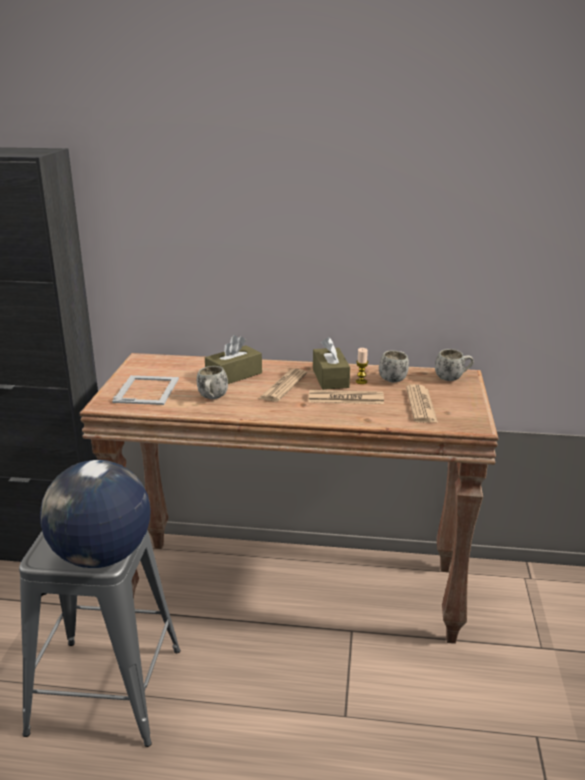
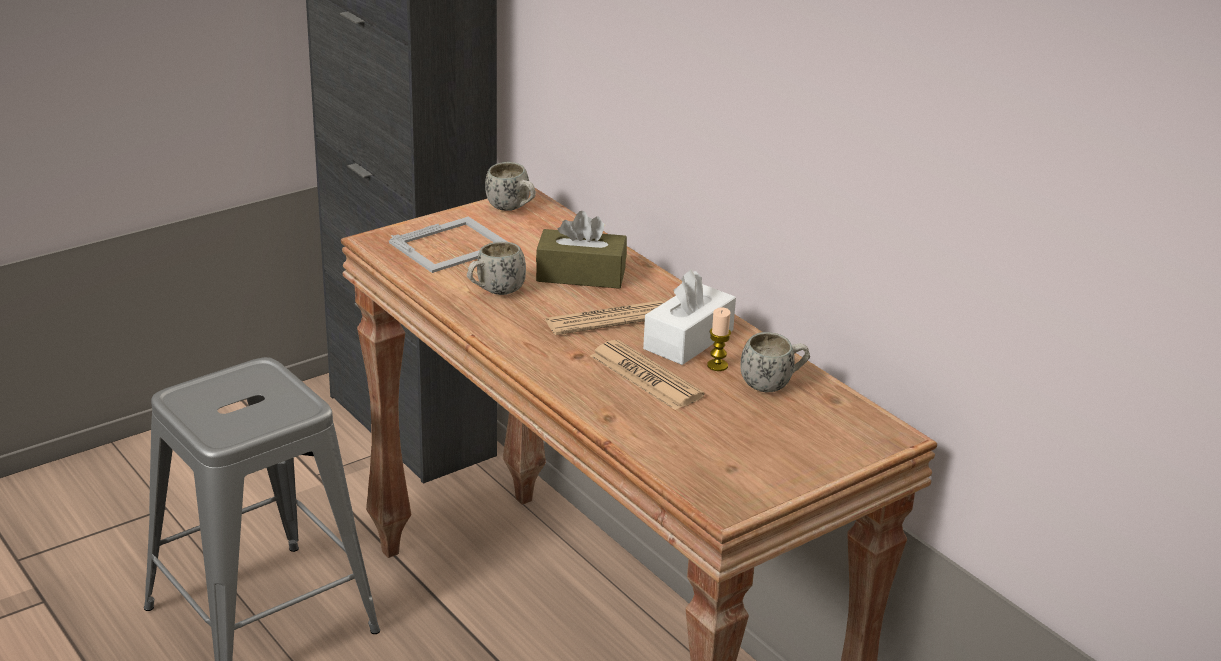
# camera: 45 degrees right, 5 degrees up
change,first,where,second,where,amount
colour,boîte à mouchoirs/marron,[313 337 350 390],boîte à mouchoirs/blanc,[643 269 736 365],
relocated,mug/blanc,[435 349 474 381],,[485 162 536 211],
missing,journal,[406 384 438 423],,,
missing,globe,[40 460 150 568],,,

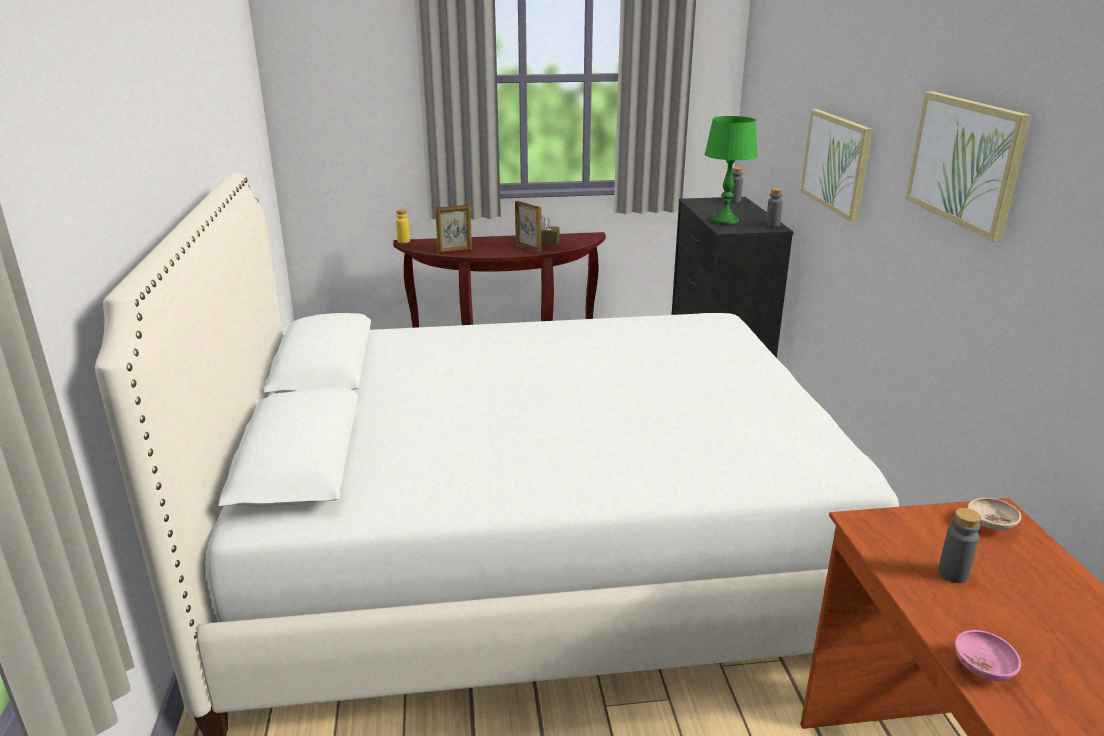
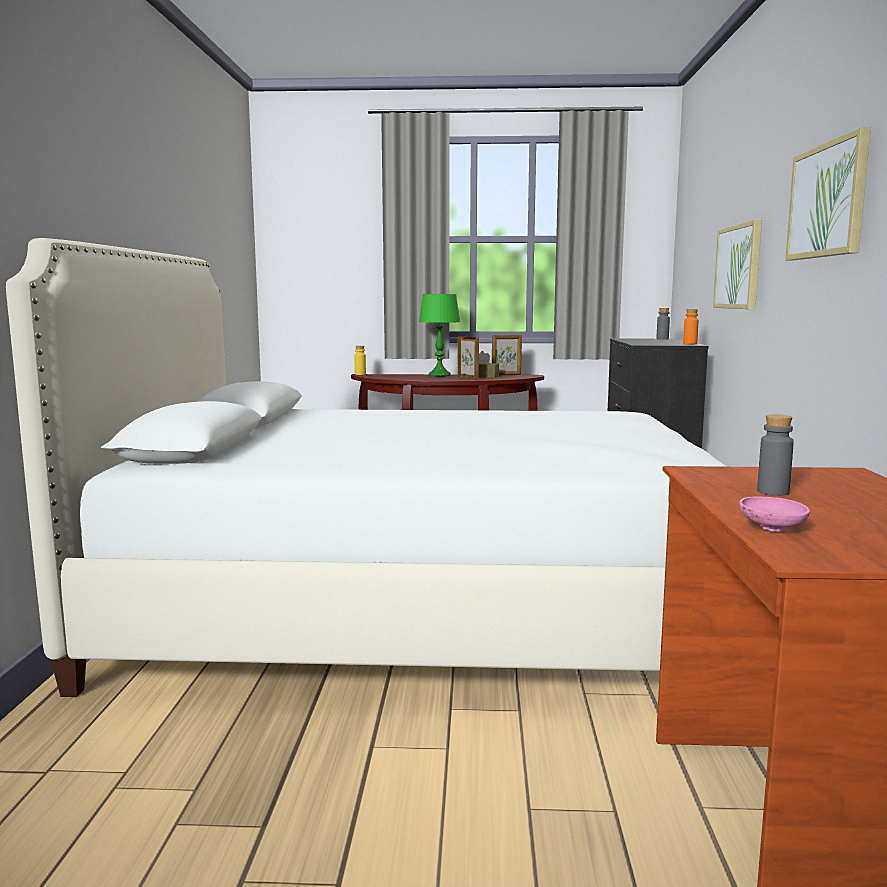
# camera: 10 degrees right, 15 degrees down
change,first,where,second,where,amount
relocated,lampe de table/vert,[705 116 758 225],,[419 294 460 377],
colour,bouteille/gris,[766 188 783 227],bouteille/orange,[683 309 699 344],
relocated,cadre photo,[435 205 472 254],,[492 335 522 375],
missing,bol/beige,[968 498 1021 530],,,

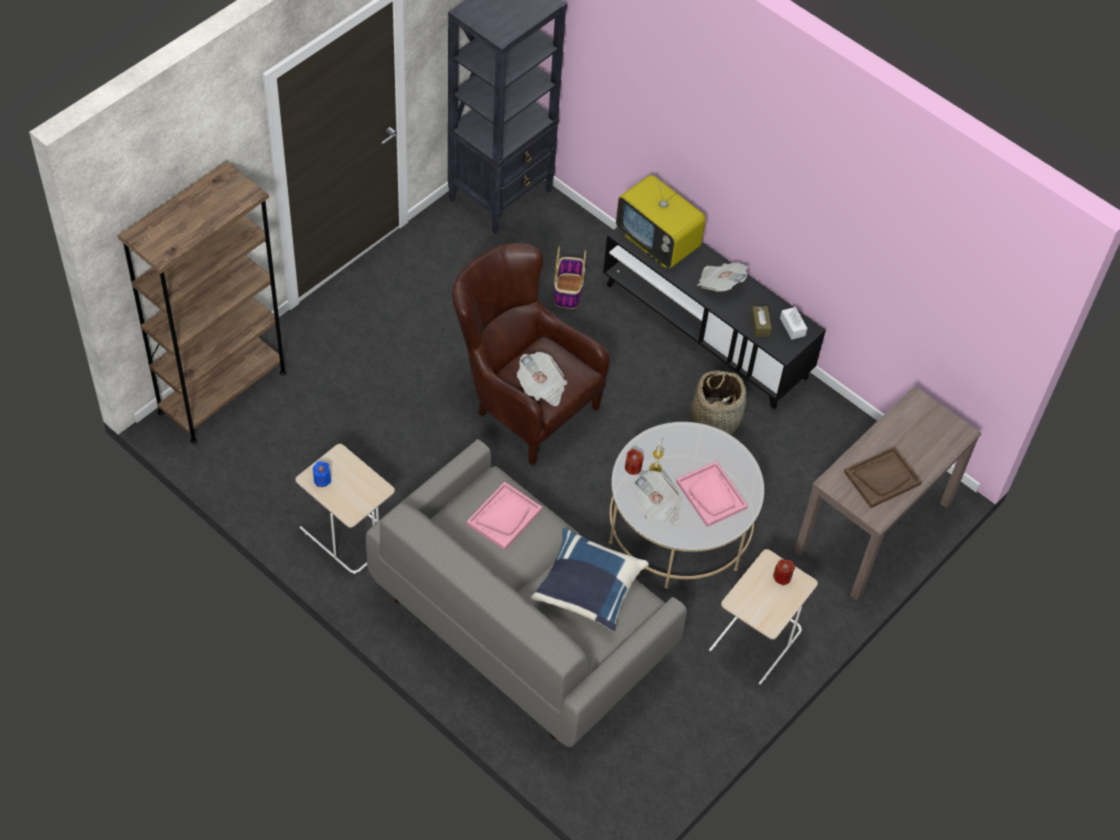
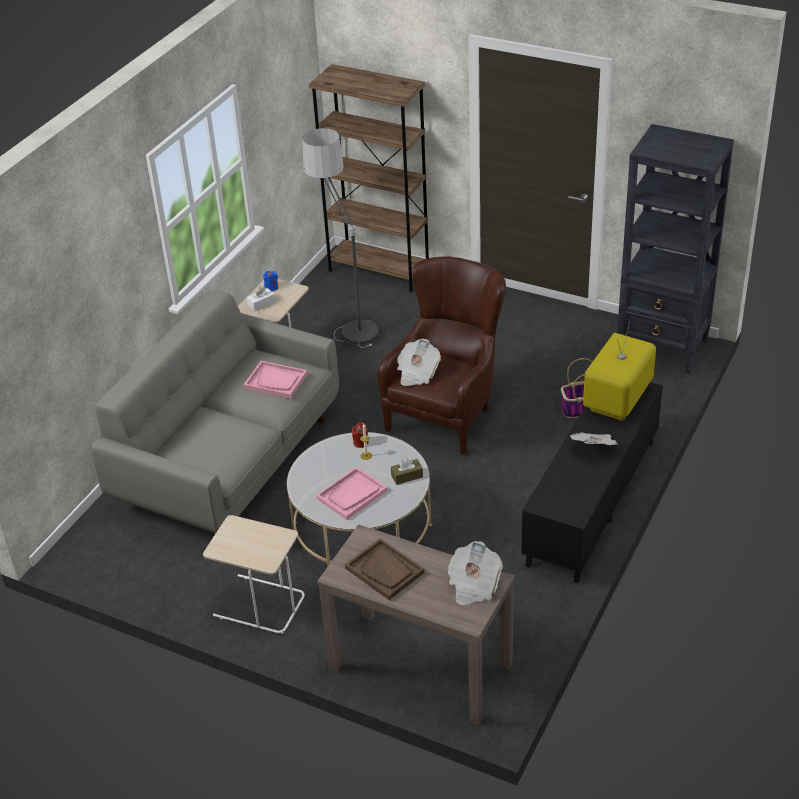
# camera: 80 degrees right, 15 degrees down
change,first,where,second,where,amount
relocated,boîte à mouchoirs/marron,[751 306 772 337],,[391 457 423 485],
relocated,boîte à mouchoirs/blanc,[780 307 807 340],,[247 287 275 312],
missing,panier,[691 370 747 435],,,
relocated,journal,[633 471 683 526],,[447 541 503 605],
missing,coussin/bleu,[531 528 649 631],,,
missing,bougie/rouge,[773 559 795 585],,,
appeared,,,lampadaire,[302 128 379 348],

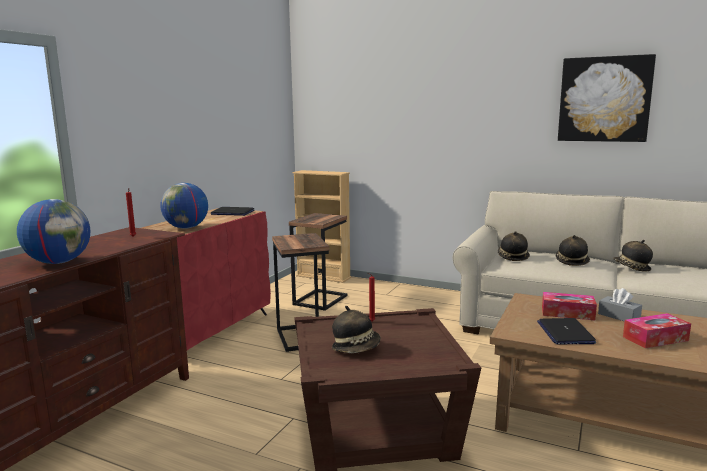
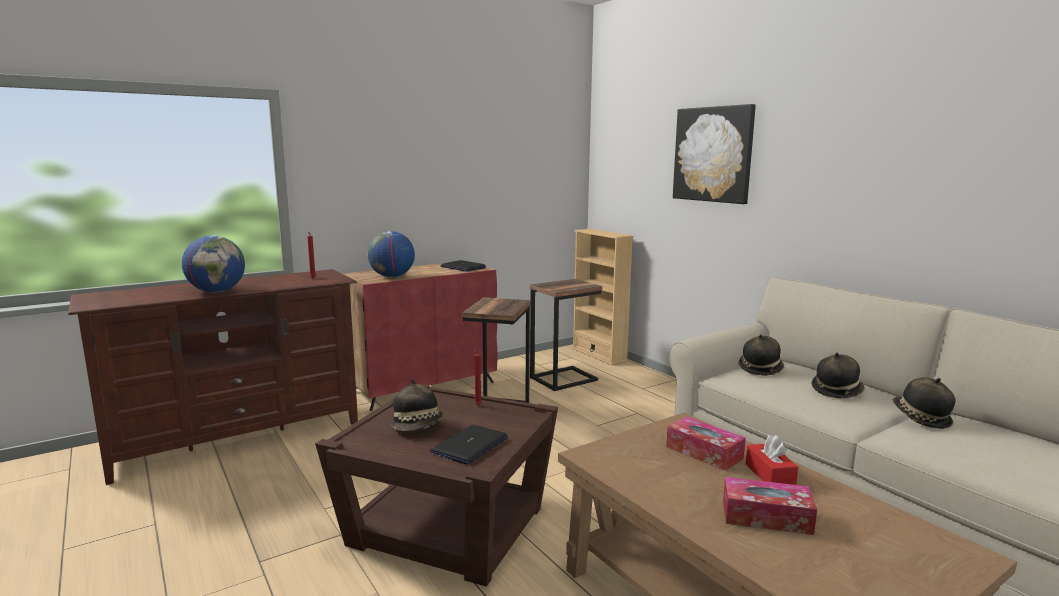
# camera: 30 degrees right, 0 degrees up
change,first,where,second,where,amount
relocated,tableau,[558 54 656 142],,[673 104 756 204],
colour,boîte à mouchoirs/gris,[598 288 642 322],boîte à mouchoirs/rouge,[746 435 798 485],
relocated,ordinateur portable,[537 318 596 344],,[430 425 508 464],

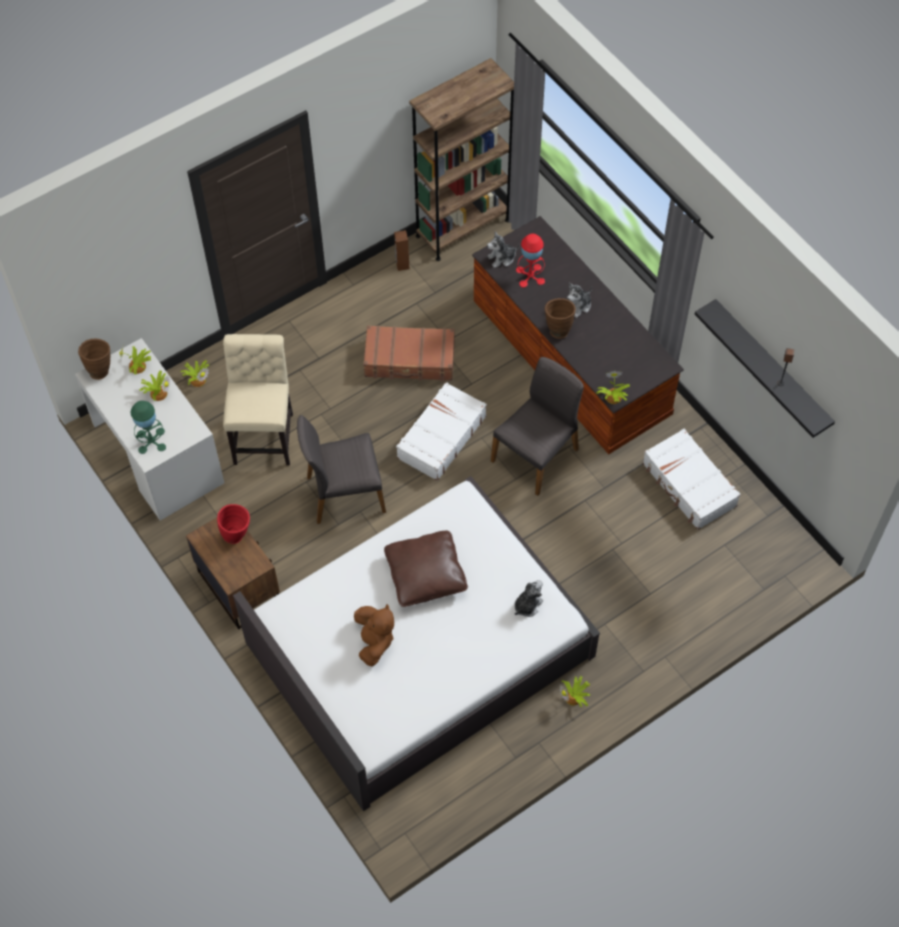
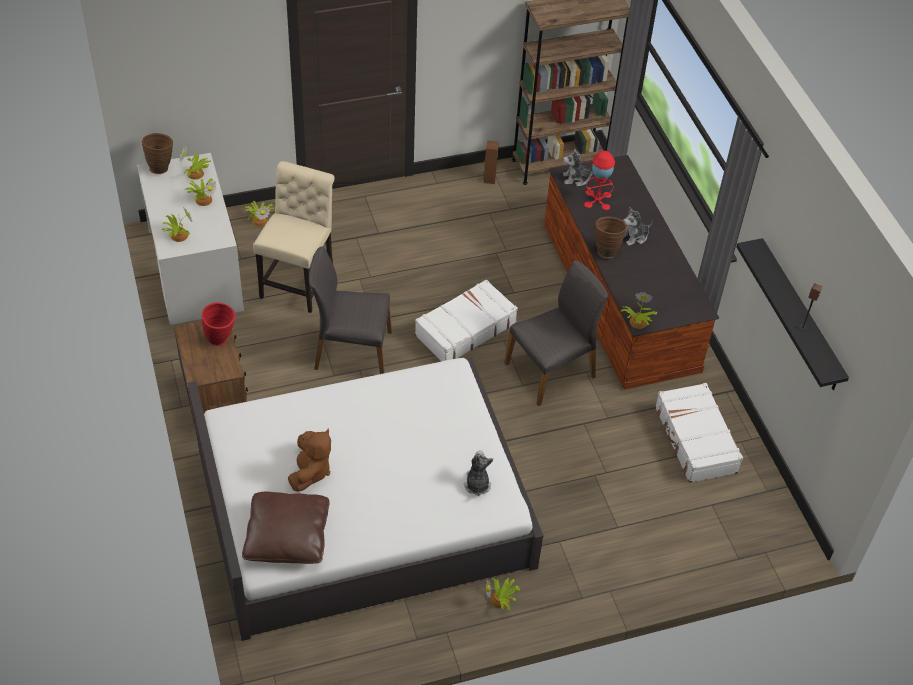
# camera: 15 degrees right, 10 degrees down
change,first,where,second,where,amount
missing,valise/marron,[363 325 455 381],,,
exchanged,lampe de table/vert,[131 401 166 454],plante en pot,[162 208 192 242],
relocated,coussin/marron,[384 531 468 607],,[242 492 330 564],
spun,peluche,[514 580 543 617],,[464 450 493 496],60 degrees counterclockwise

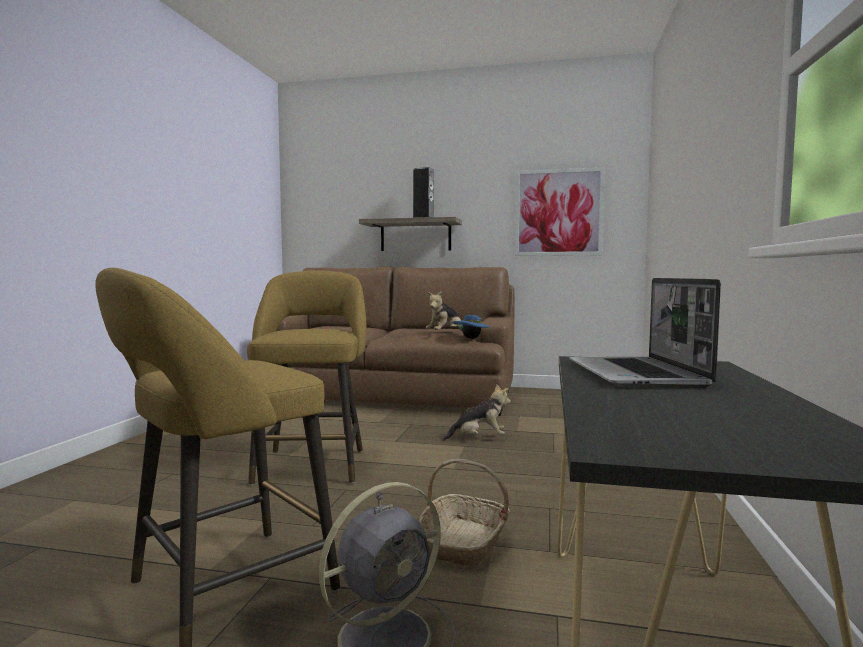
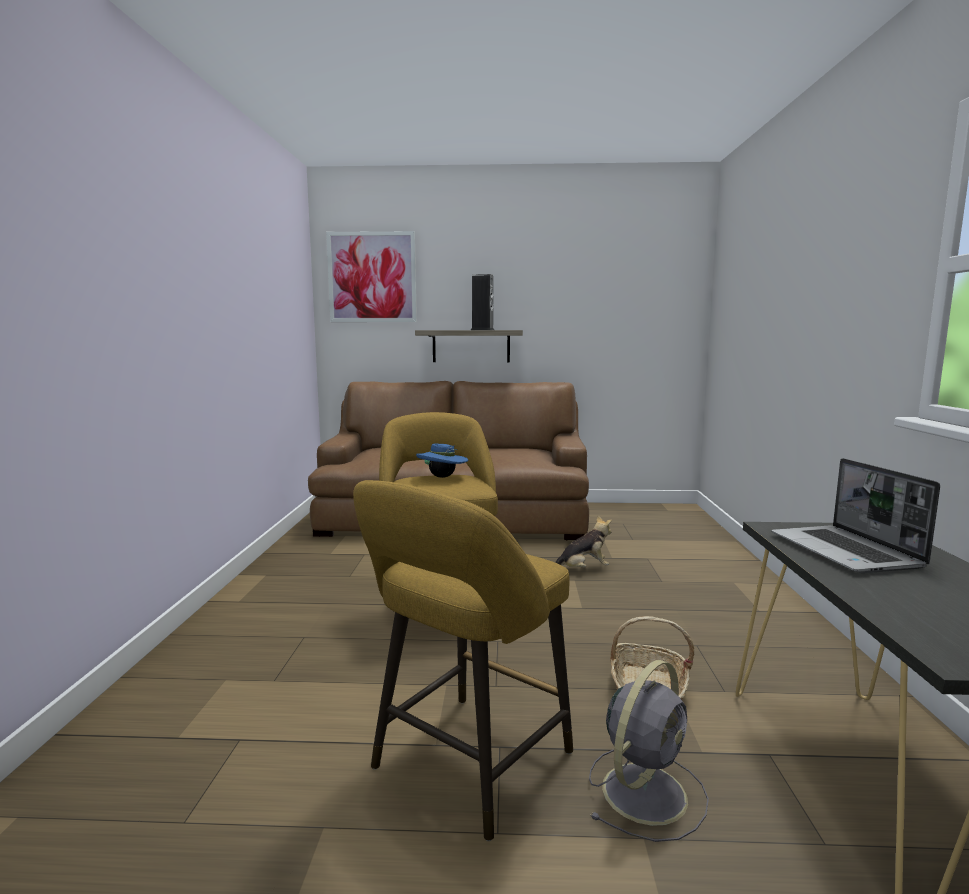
# camera: 10 degrees left, 5 degrees up
change,first,where,second,where,amount
relocated,tableau,[515 167 605 256],,[326 231 417 322],
missing,peluche,[426 291 462 331],,,
relocated,chapeau/bleu,[454 315 490 339],,[416 444 468 478],

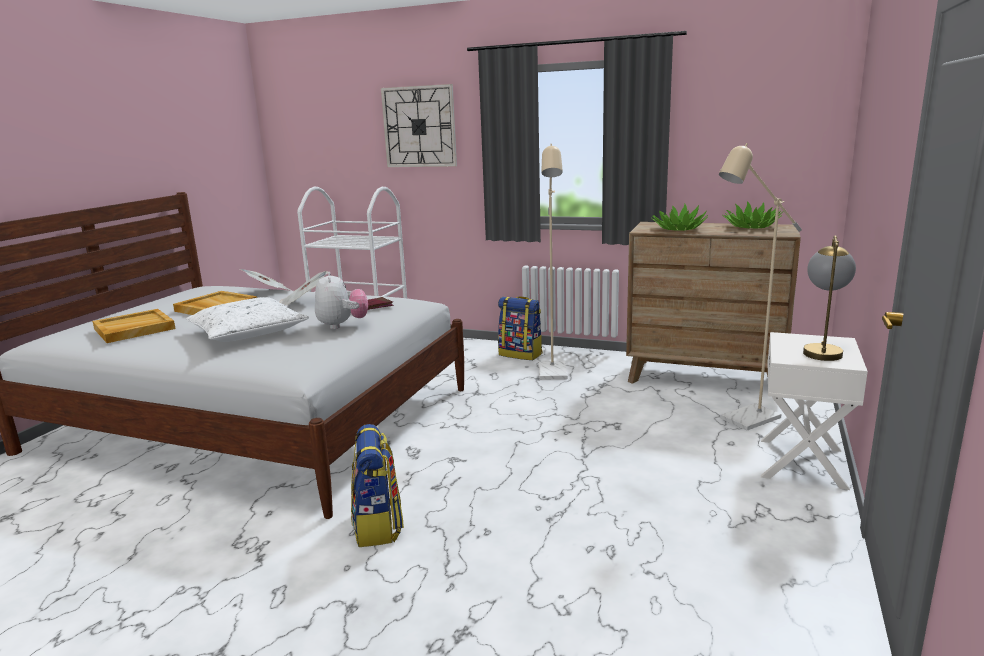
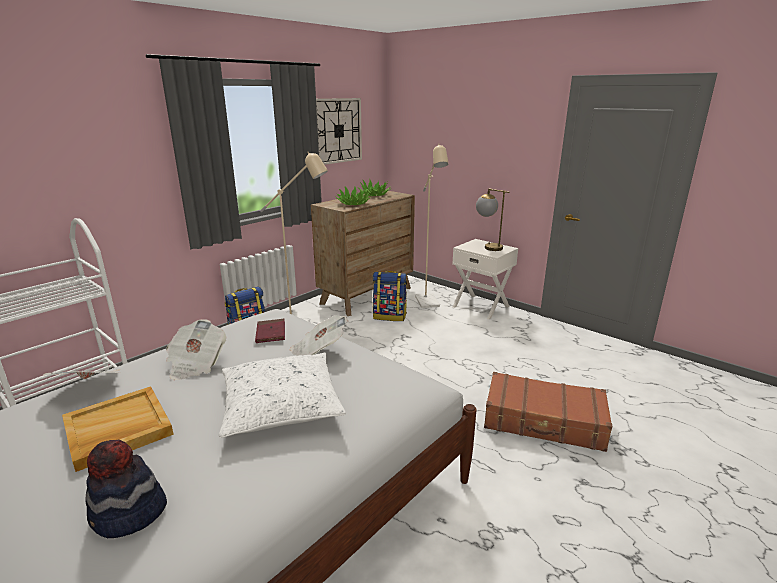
# camera: 70 degrees left, 5 degrees up
change,first,where,second,where,amount
relocated,horloge murale,[381 84 457 167],,[316 98 362 165],
exchanged,peluche,[315 272 368 329],journal,[290 315 348 356],
exchanged,plateau/beige,[92 309 176 343],chapeau,[85 439 167 538],
relocated,sac à dos,[351 424 404 547],,[373 271 407 321],
appeared,,,valise/marron,[484 372 612 452],

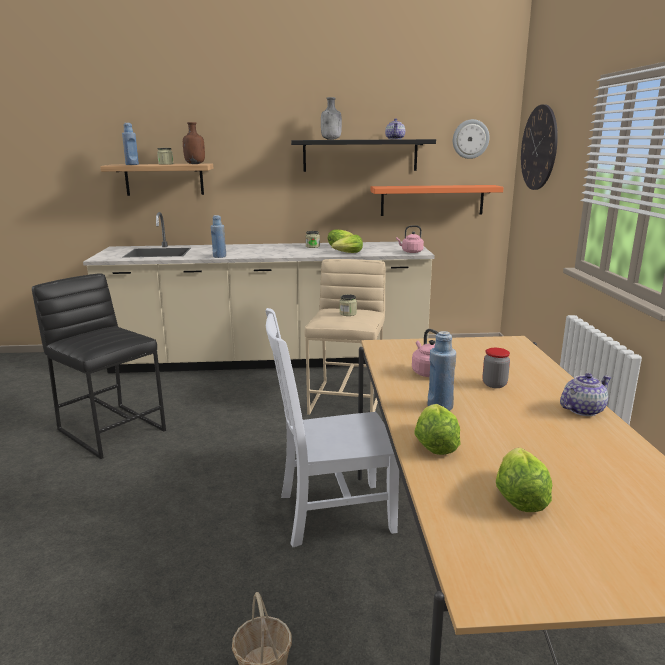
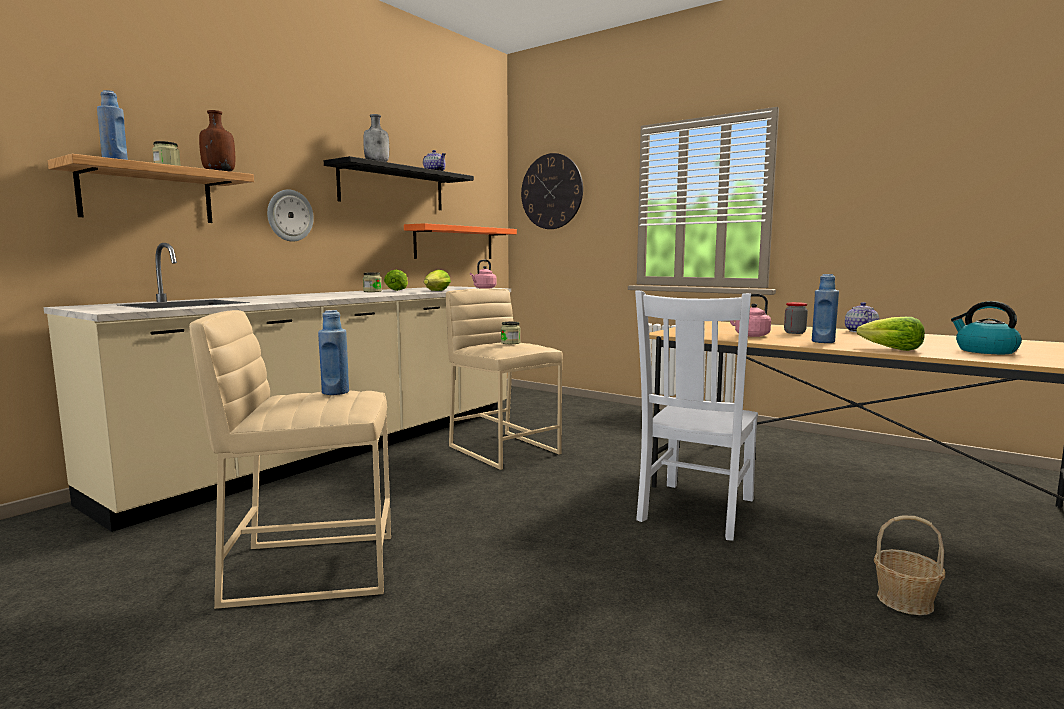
# camera: 50 degrees left, 10 degrees down
change,first,where,second,where,amount
relocated,horloge murale,[453 119 490 159],,[267 189 314 242],
relocated,bouteille/bleu,[211 215 226 258],,[318 310 349 395],
colour,tabouret/noir,[32 273 166 459],tabouret/beige,[189 310 391 609],
exchanged,laitue,[496 448 552 512],bouilloire,[951 301 1022 354],

